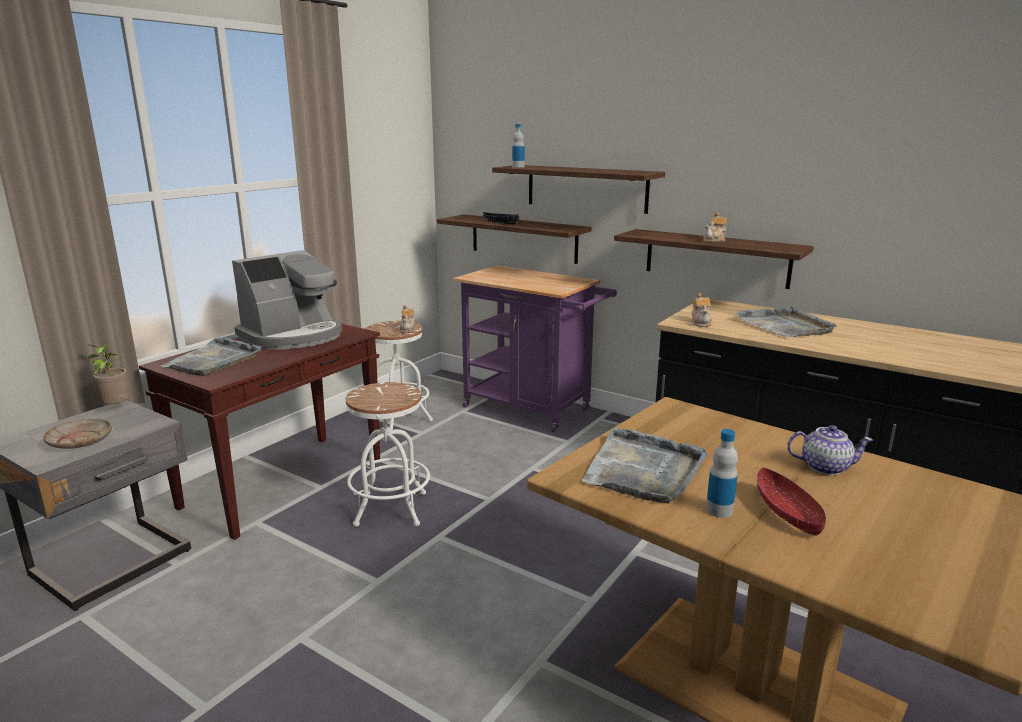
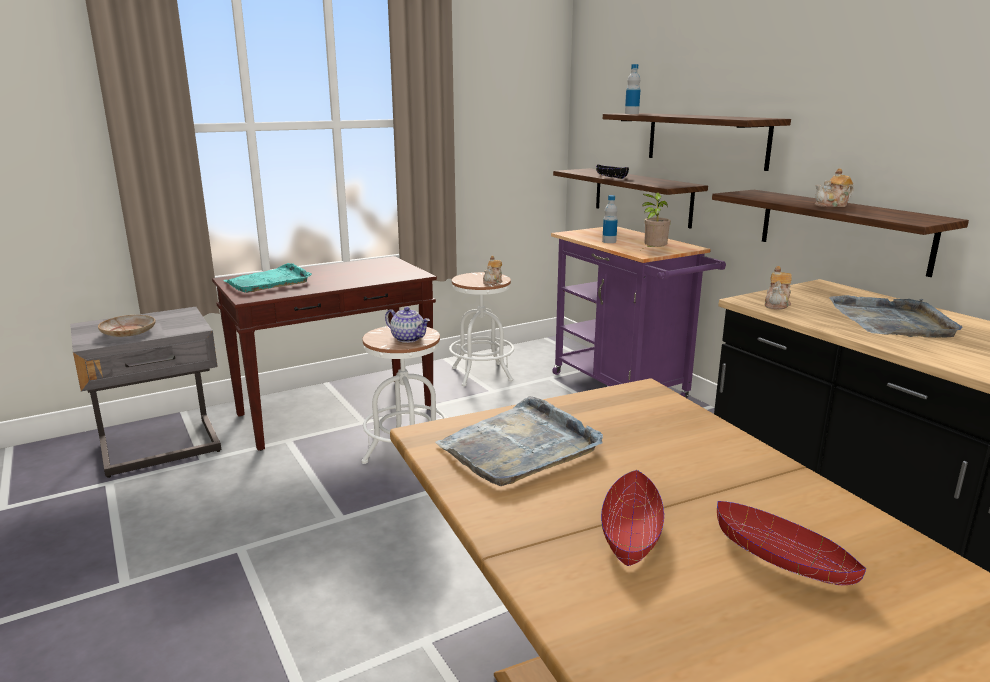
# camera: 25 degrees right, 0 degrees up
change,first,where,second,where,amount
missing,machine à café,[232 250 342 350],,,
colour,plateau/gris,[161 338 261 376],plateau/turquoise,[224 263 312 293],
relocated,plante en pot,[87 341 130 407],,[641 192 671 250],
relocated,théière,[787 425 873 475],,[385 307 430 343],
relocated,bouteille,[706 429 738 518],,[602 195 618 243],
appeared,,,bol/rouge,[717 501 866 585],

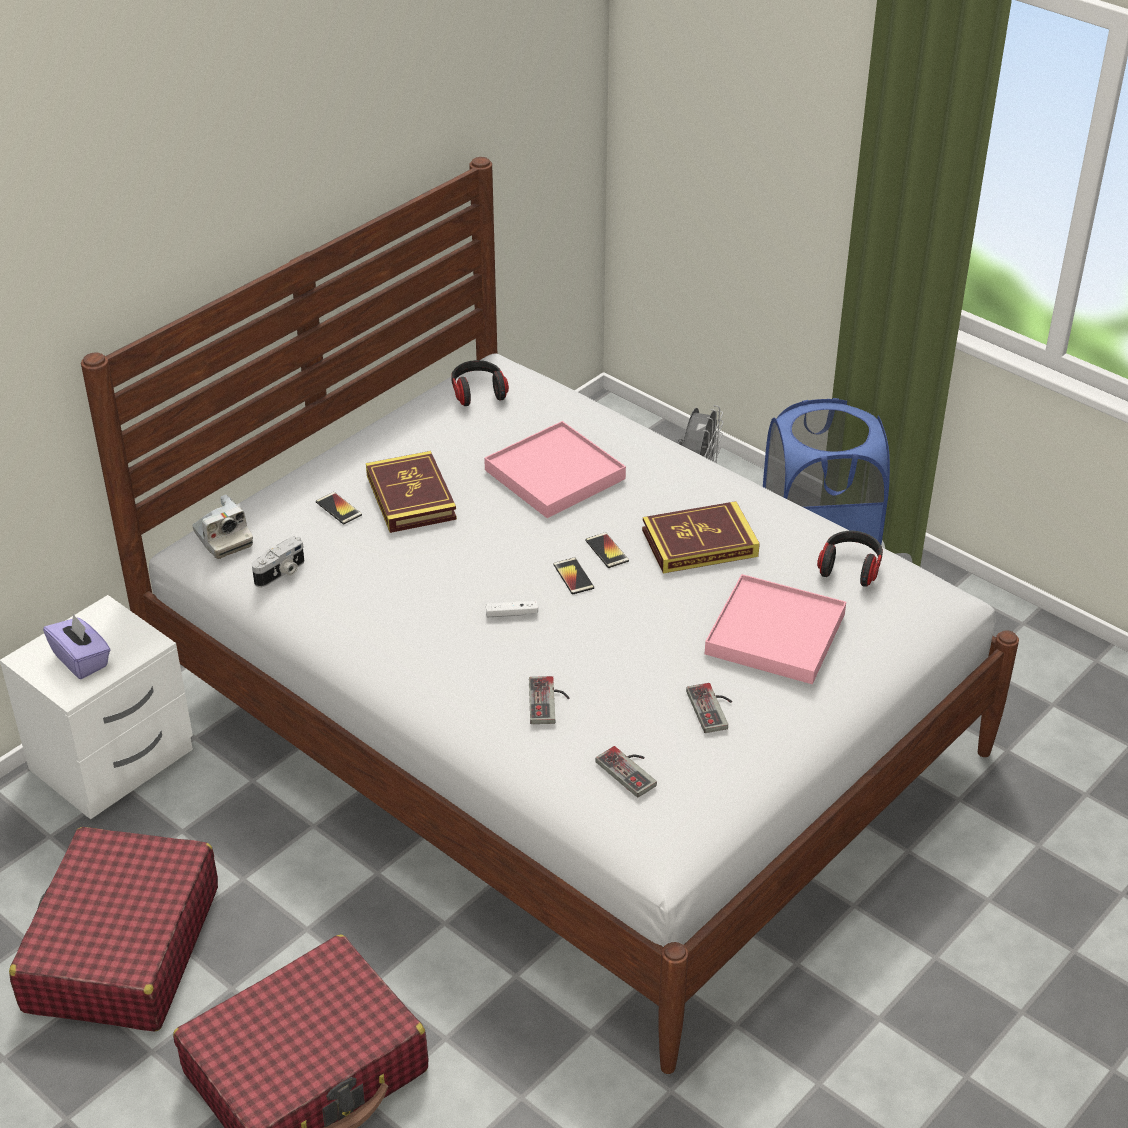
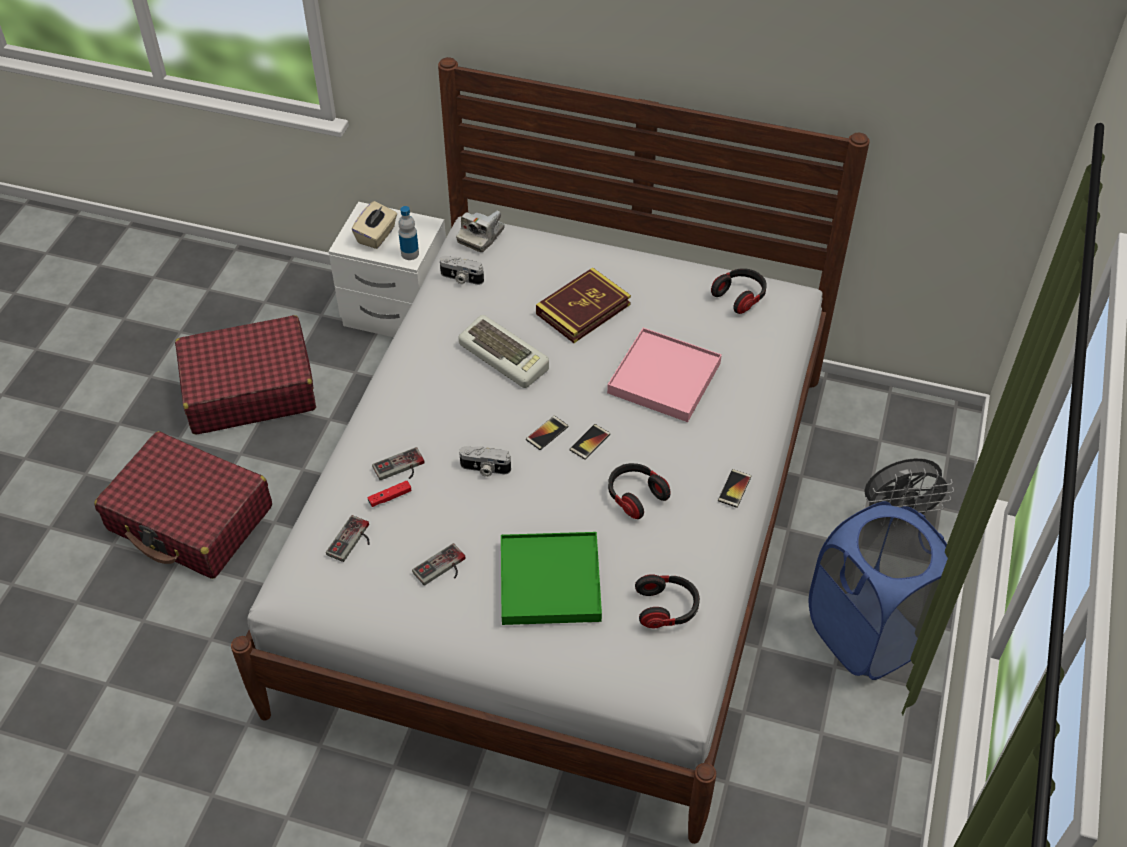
# camera: 65 degrees right, 10 degrees up
change,first,where,second,where,amount
relocated,téléphone,[316 492 362 524],,[718 469 751 508],
exchanged,livre,[642 501 760 573],casque audio,[608 463 671 519],
colour,plateau/rose,[705 574 846 684],plateau/vert,[501 532 602 625],
missing,manette/blanc,[486 601 538 617],,,
colour,boîte à mouchoirs/violet,[43 613 111 679],boîte à mouchoirs/beige,[352 201 397 249],
appeared,,,bouteille,[398 206 419 260],
appeared,,,clavier,[458 315 549 388],
appeared,,,appareil photo,[459 446 511 477],
appeared,,,manette/rouge,[368 480 411 507],

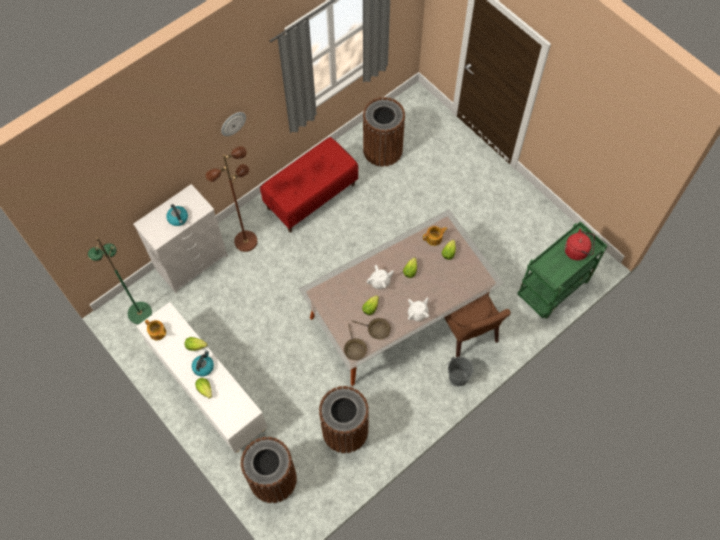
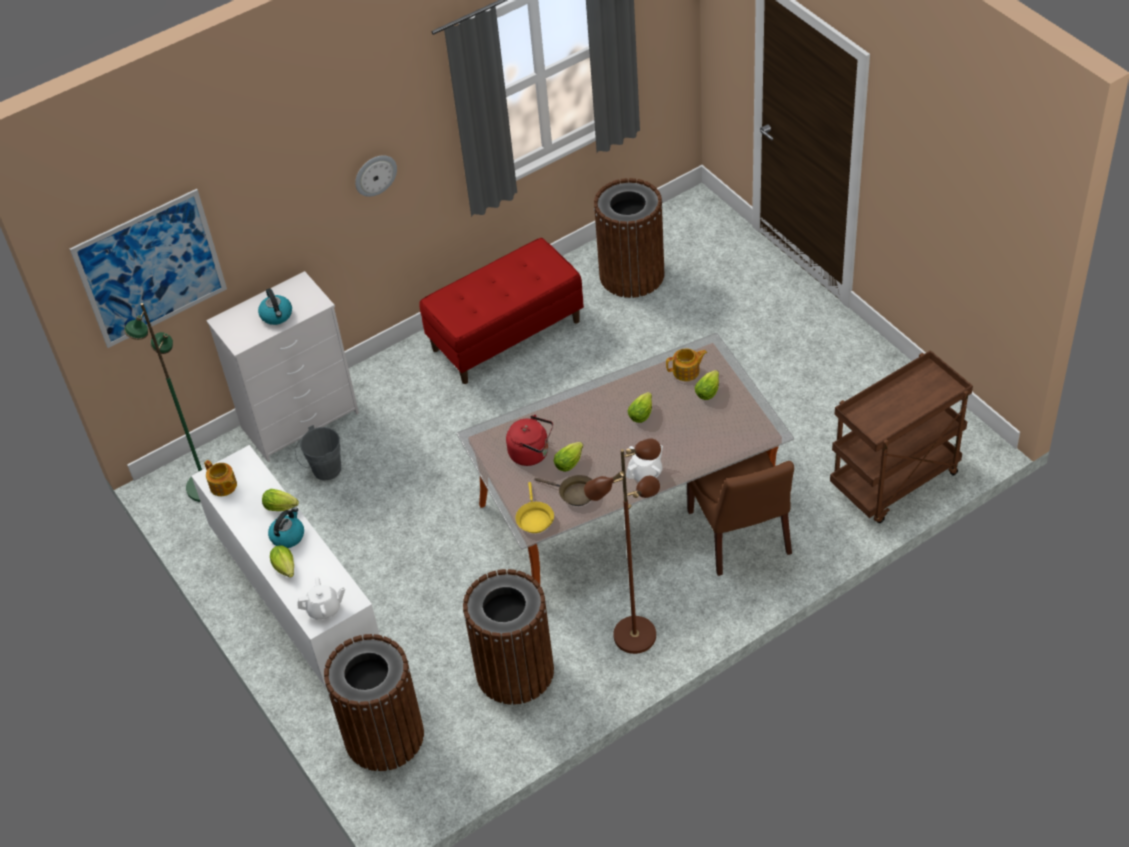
# camera: 10 degrees right, 15 degrees down
change,first,where,second,where,amount
relocated,lampadaire/marron,[206 146 258 252],,[584 438 661 654],
colour,chariot/vert,[517 221 608 318],chariot/marron,[830 350 973 523],
relocated,bouilloire/rouge,[565 229 595 260],,[506 415 553 466],
relocated,théière/blanc,[367 265 394 289],,[297 577 345 620],
colour,poêle/marron,[344 324 367 360],poêle/jaune,[516 482 554 533],
relocated,seau/gris,[443 357 474 387],,[295 425 341 481],
appeared,,,tableau,[70 189 227 348],

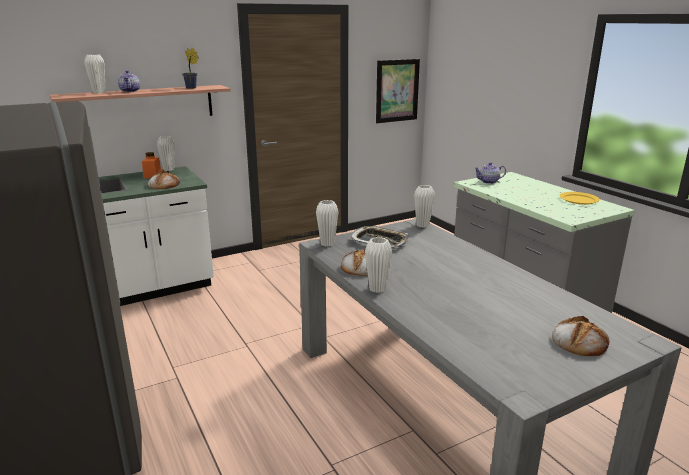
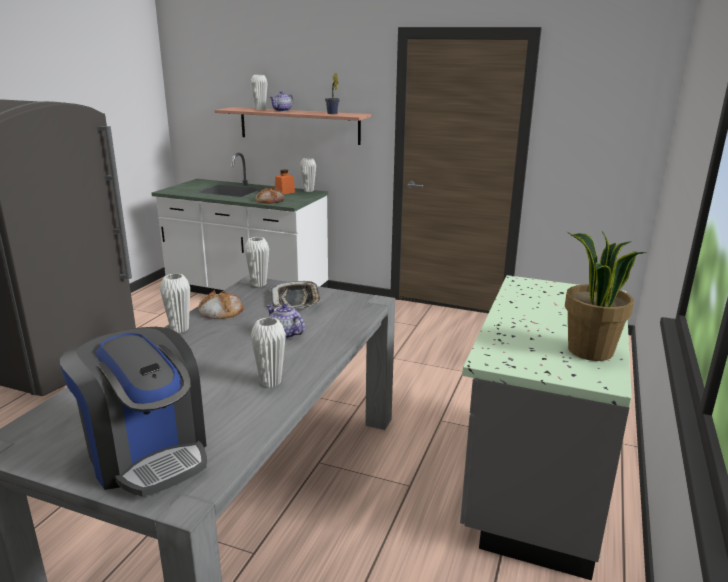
# camera: 50 degrees right, 0 degrees up
change,first,where,second,where,amount
missing,tableau,[376 59 420 123],,,
relocated,théière,[474 162 506 184],,[266 304 305 339],
relocated,vase/blanc,[414 185 435 228],,[251 317 286 387],
exchanged,assiette/jaune,[559 192 600 205],plante en pot,[565 231 646 361],
exchanged,pain,[552 316 609 356],machine à café,[60 327 207 497],

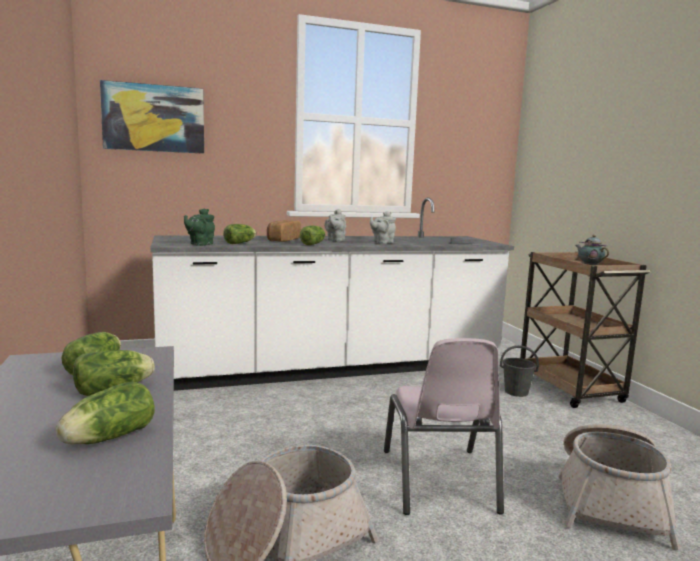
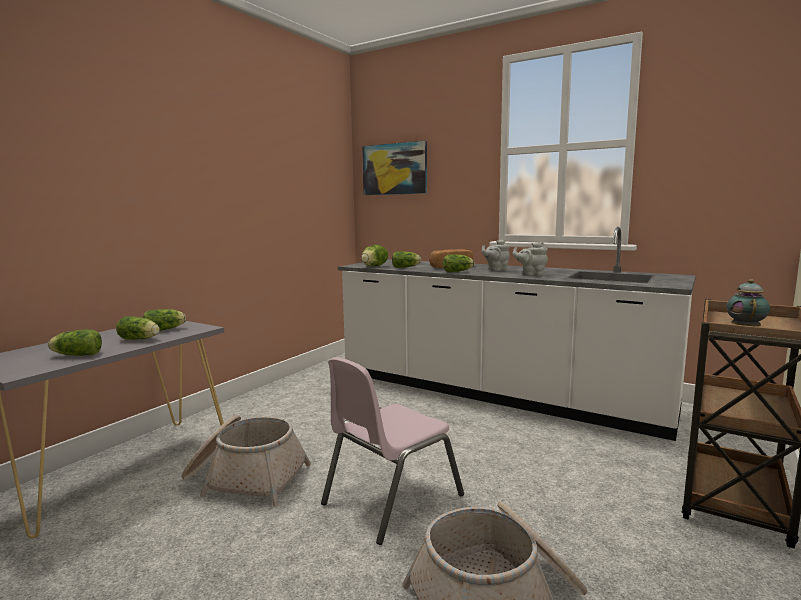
# camera: 50 degrees right, 0 degrees up
change,first,where,second,where,amount
exchanged,théière/vert,[184 209 215 246],laitue,[361 245 388 266],
missing,seau/gris,[500 345 539 397],,,

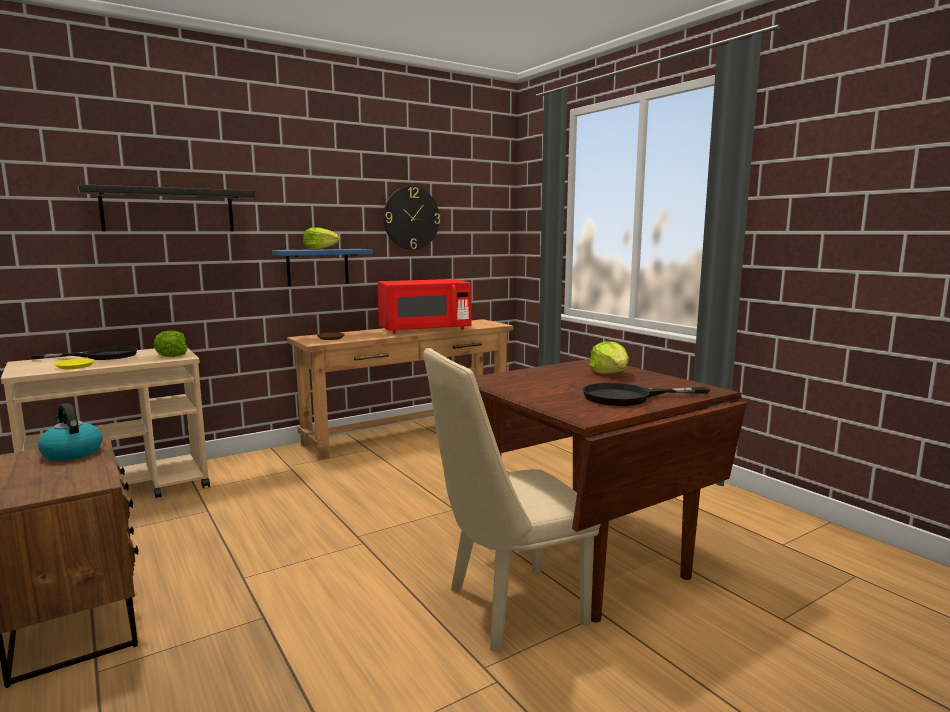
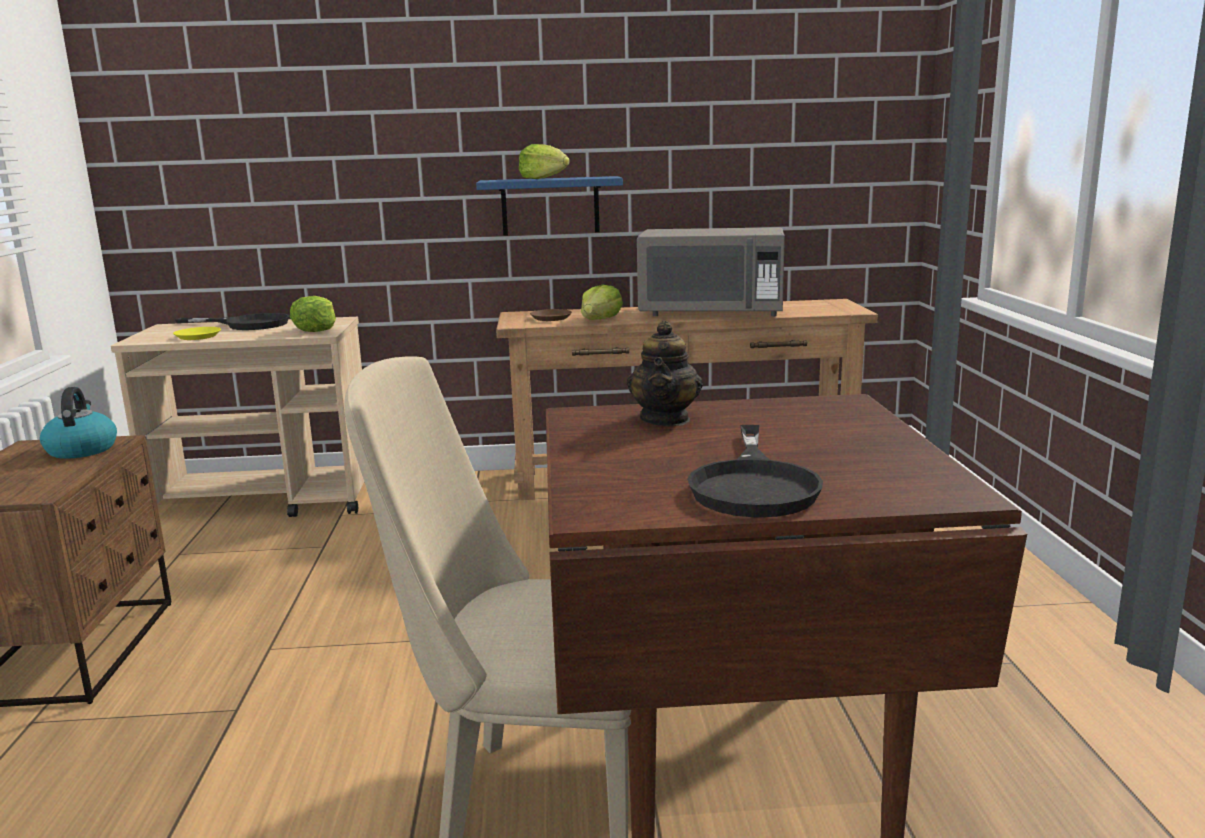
# camera: 30 degrees right, 5 degrees up
change,first,where,second,where,amount
missing,étagère/noir,[78 184 255 231],,,
missing,horloge murale,[383 186 440 250],,,
colour,micro-ondes/rouge,[377 279 471 334],micro-ondes/gris,[637 228 785 317],
relocated,laitue,[589 341 629 374],,[581 285 623 320],
spun,poêle/noir,[582 383 710 406],,[687 425 823 517],105 degrees counterclockwise
appeared,,,théière,[627 320 703 426],

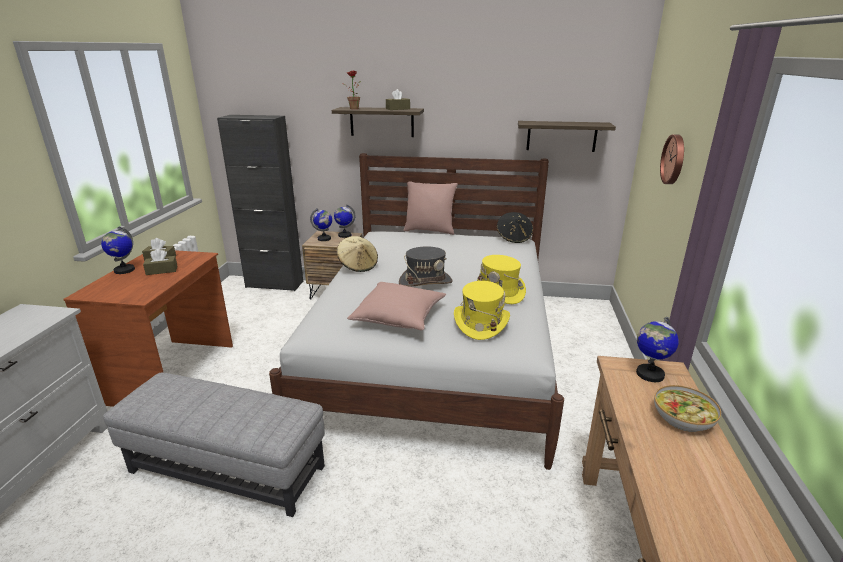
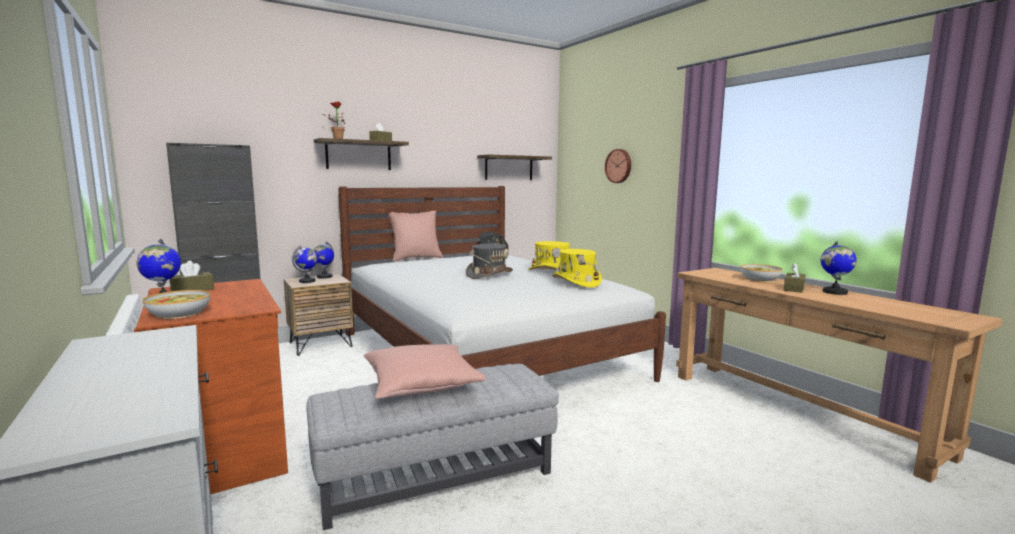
# camera: 40 degrees left, 15 degrees down
change,first,where,second,where,amount
missing,chapeau/beige,[337 236 378 272],,,
relocated,boîte à mouchoirs/marron,[143 249 178 275],,[784 263 806 293],
relocated,coussin/rose,[347 282 446 330],,[363 344 486 399],
relocated,globe,[636 317 679 382],,[821 241 857 295],
appeared,,,bol,[143 290 210 319],

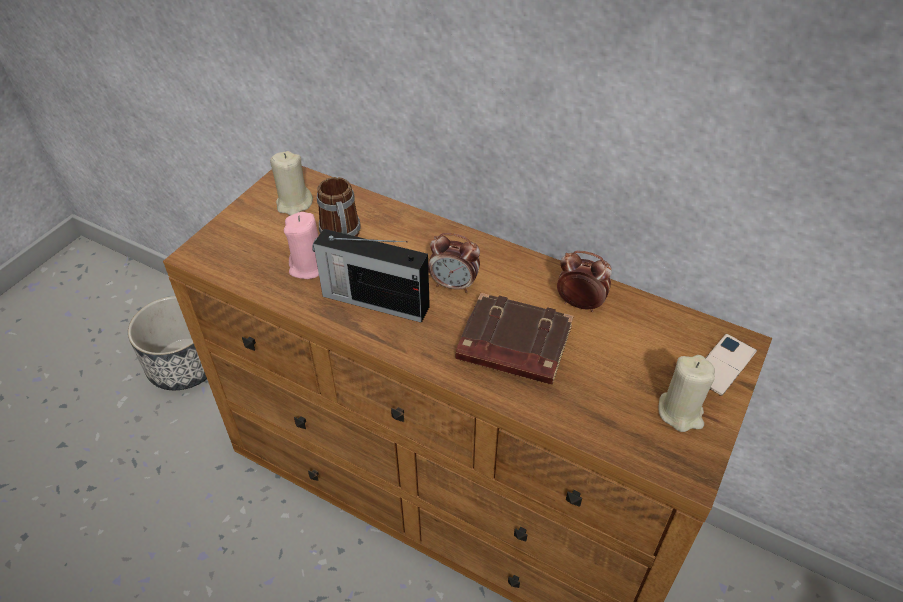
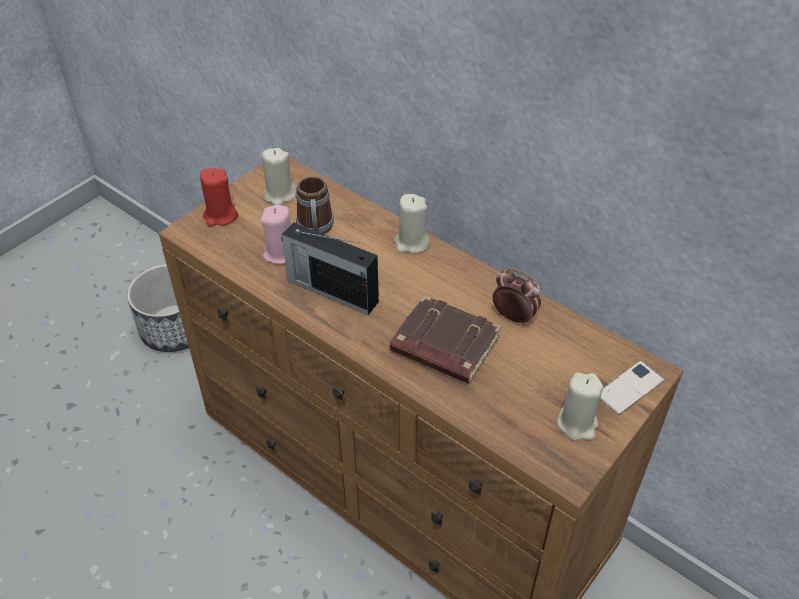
# camera: 10 degrees right, 0 degrees up
change,first,where,second,where,amount
missing,réveil,[428 233 480 293],,,
appeared,,,bougie/rouge,[200 168 238 227],
appeared,,,bougie/beige,[394 194 430 254],

